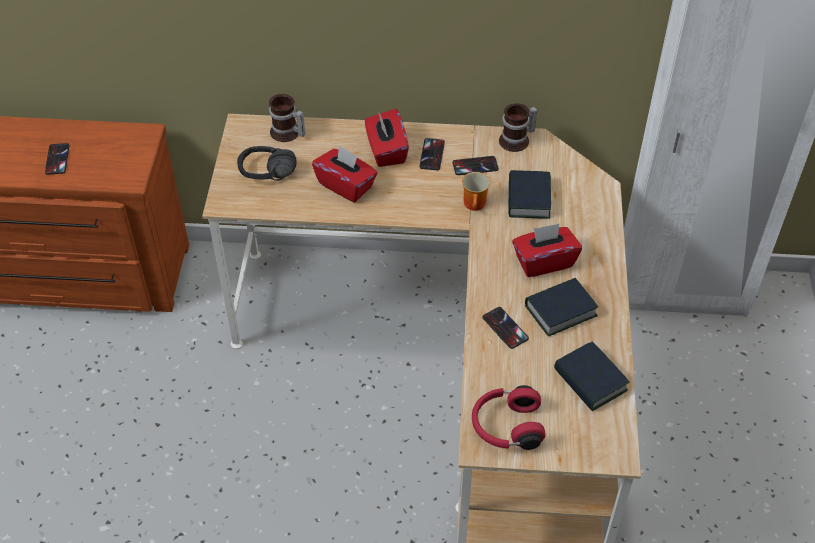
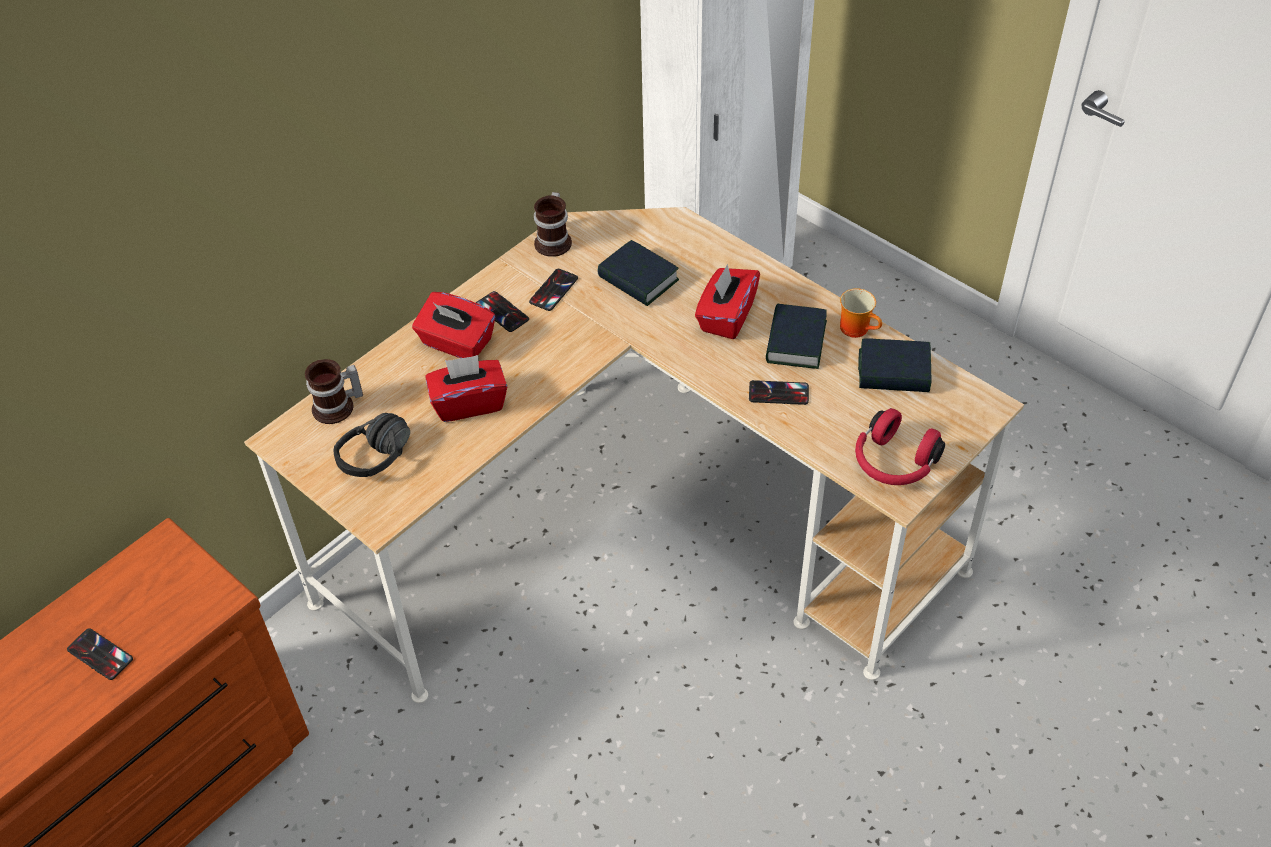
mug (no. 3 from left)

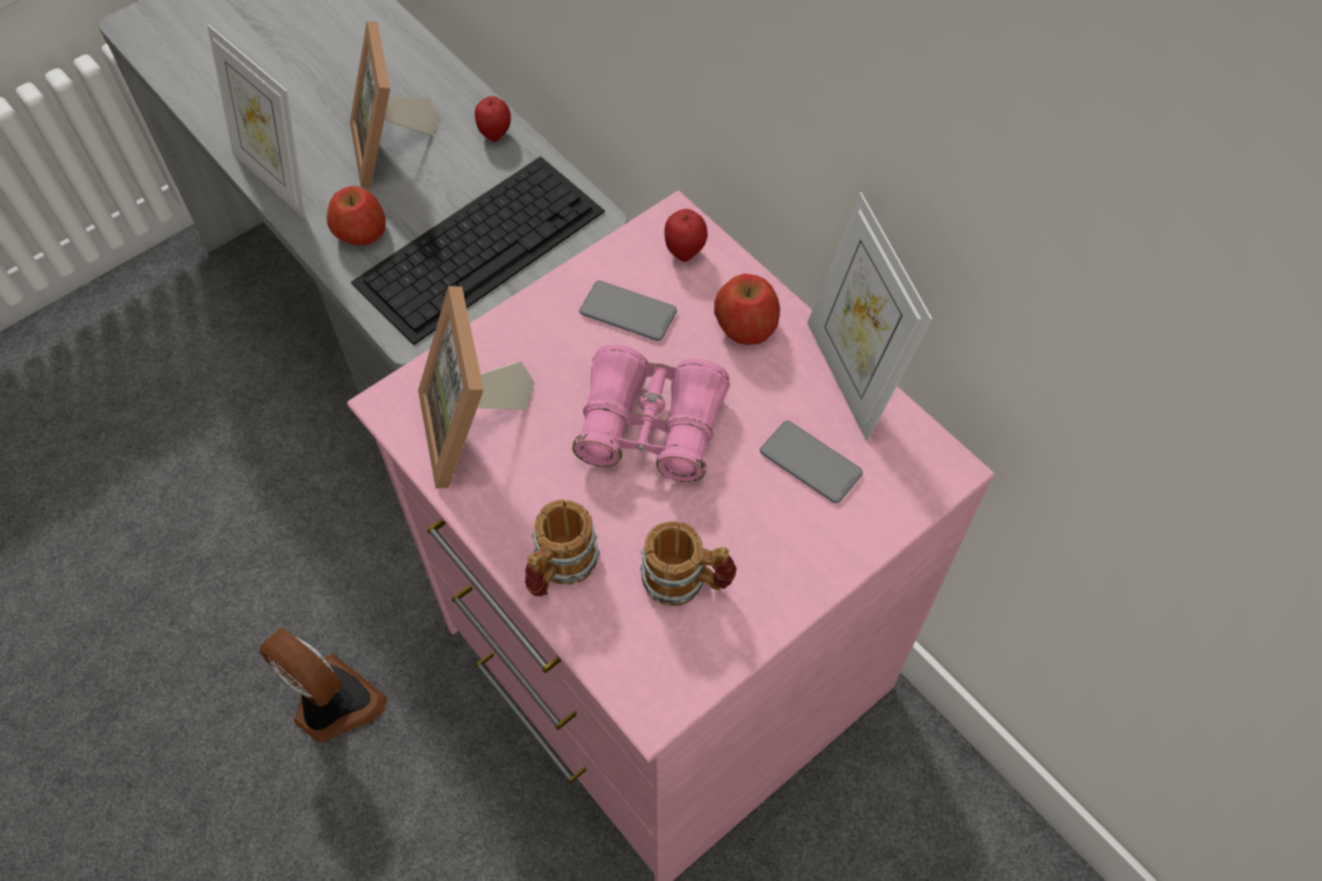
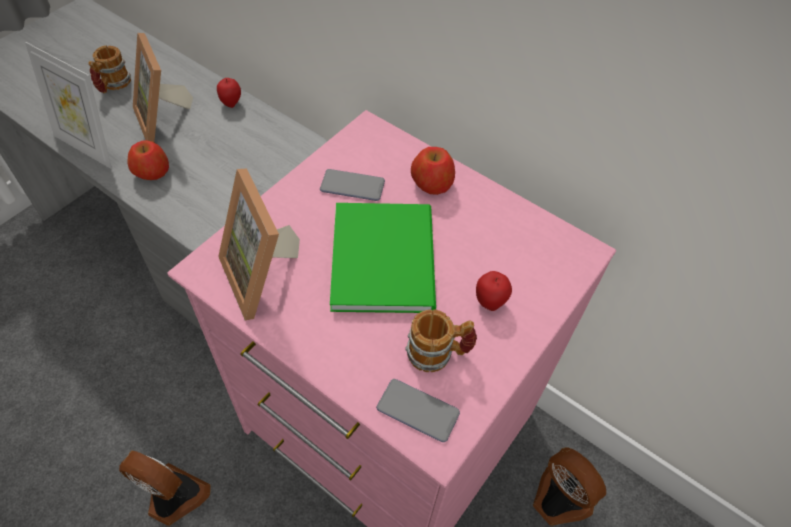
keyboard
mug (no. 1 from left)
green book
apple (no. 4 from left)
phone (no. 2 from left)
picture frame (no. 4 from left in the first image)
fan (no. 2 from left)

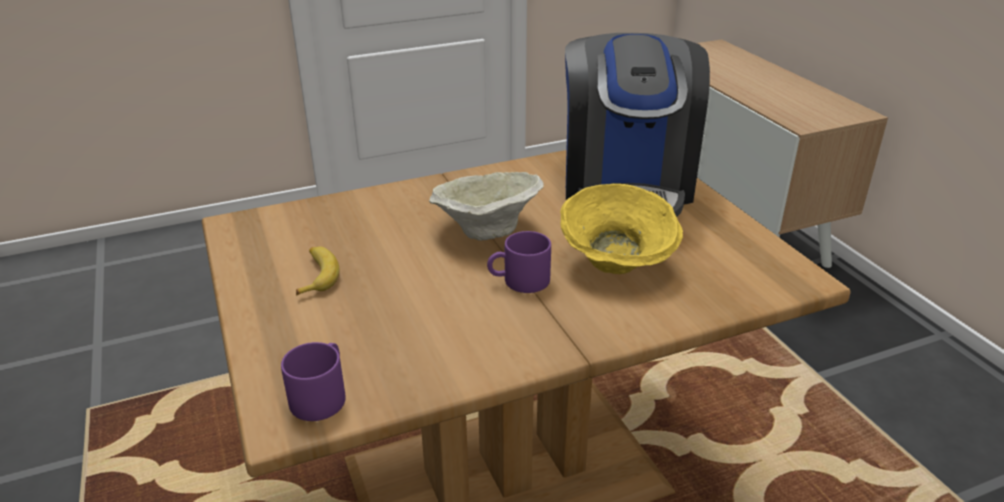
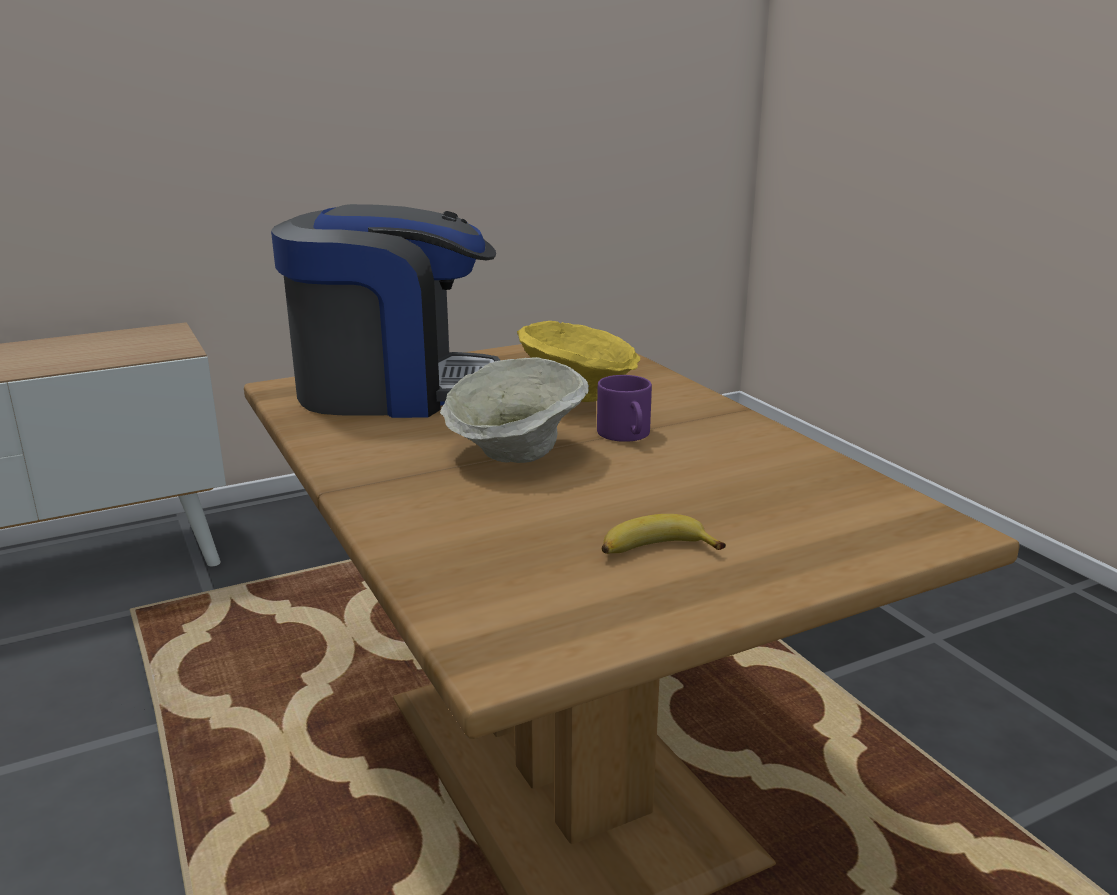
purple mug (no. 1 from left in the first image)

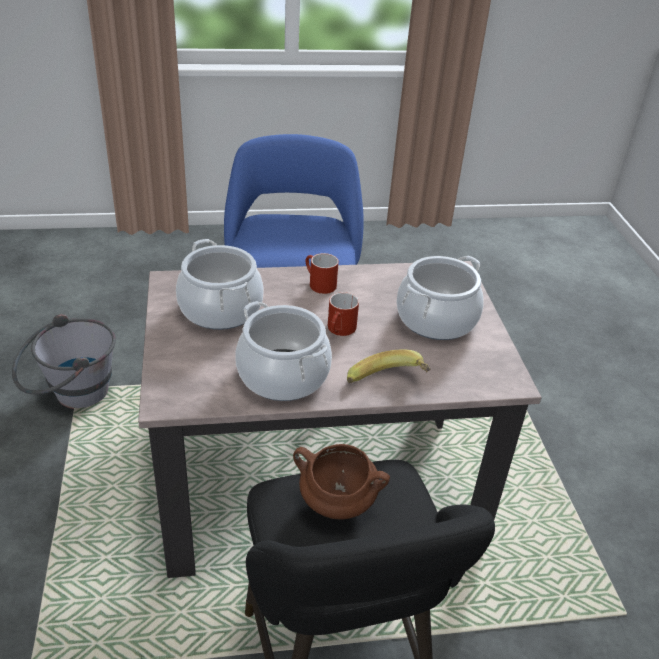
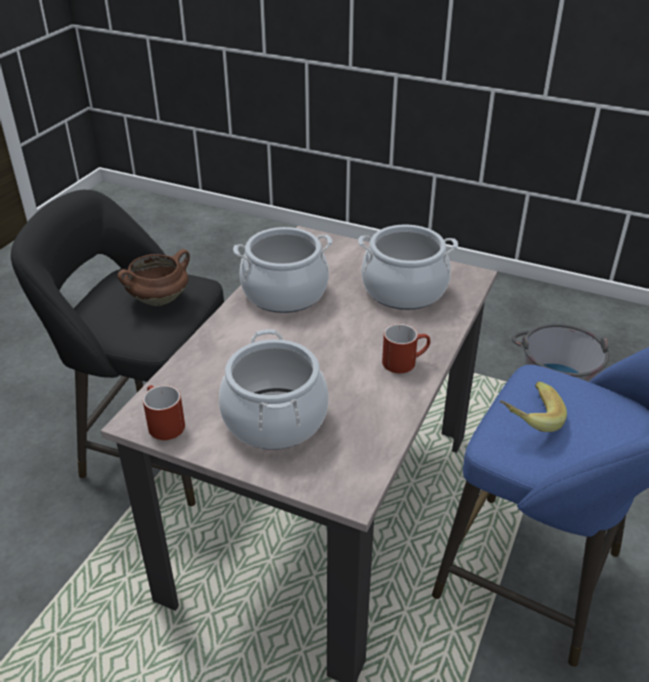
red mug (no. 1 from left)
banana

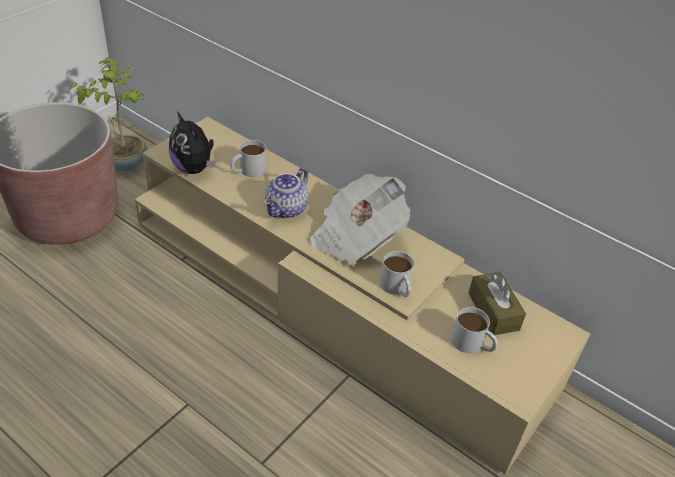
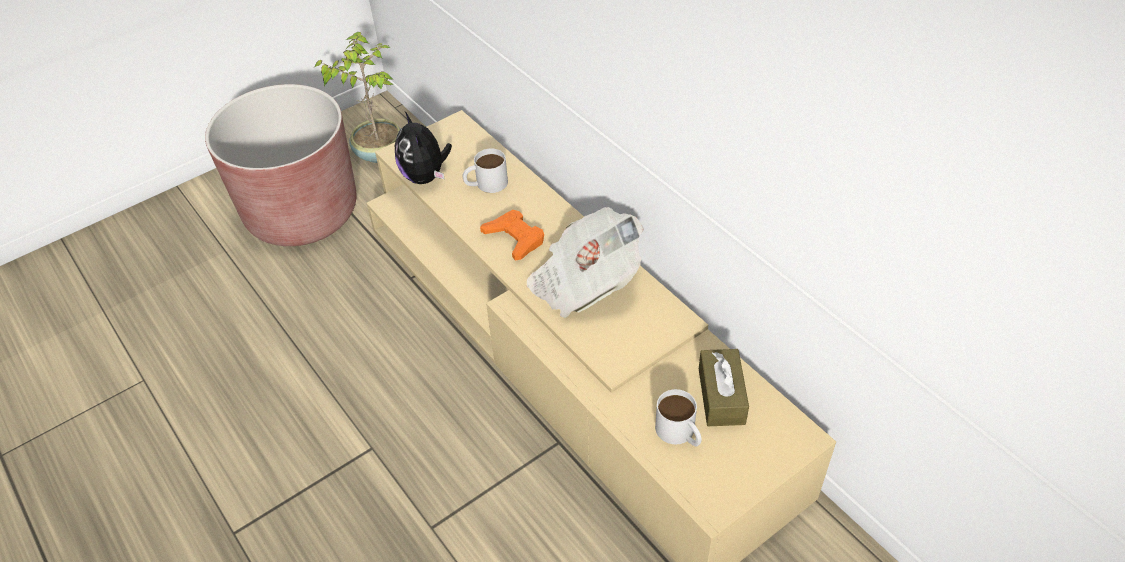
orange game controller
white mug (no. 2 from left in the first image)

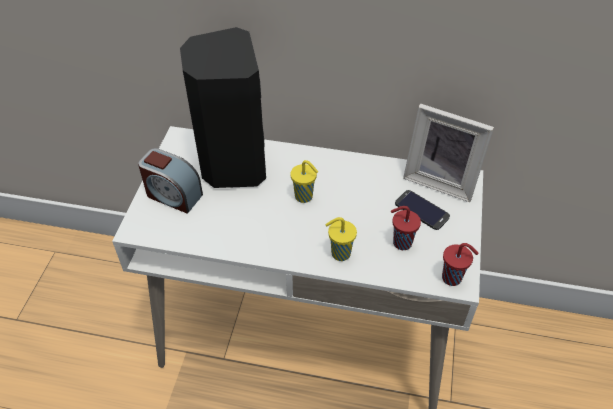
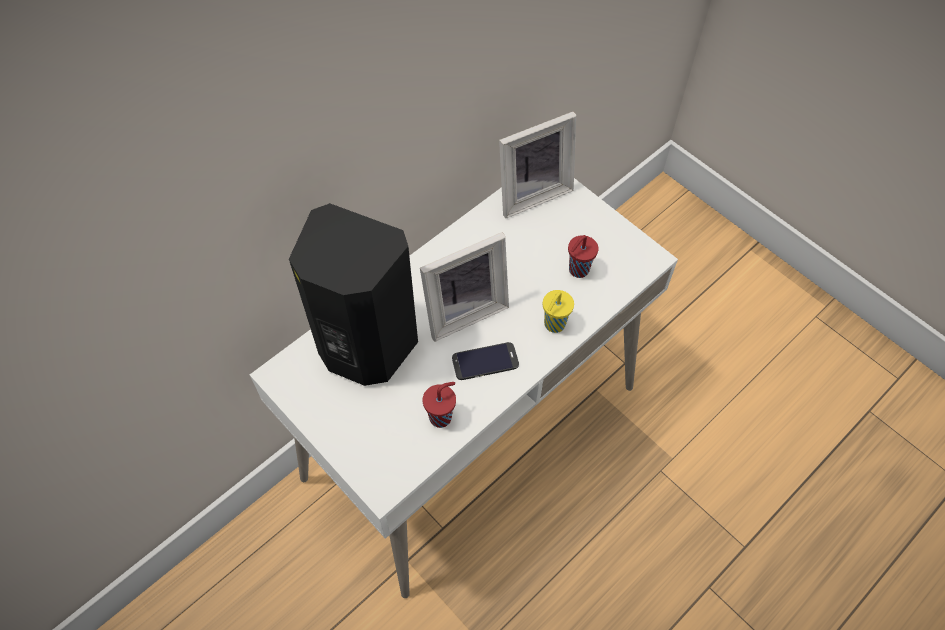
alarm clock
picture frame (no. 1 from left)
phone
red cup (no. 1 from left)

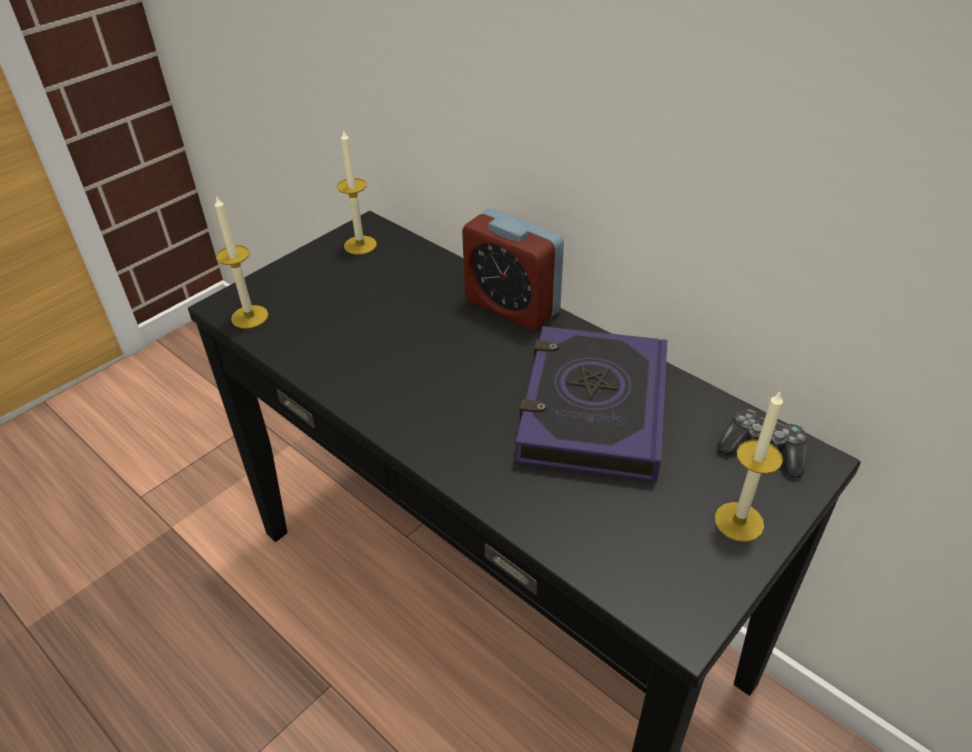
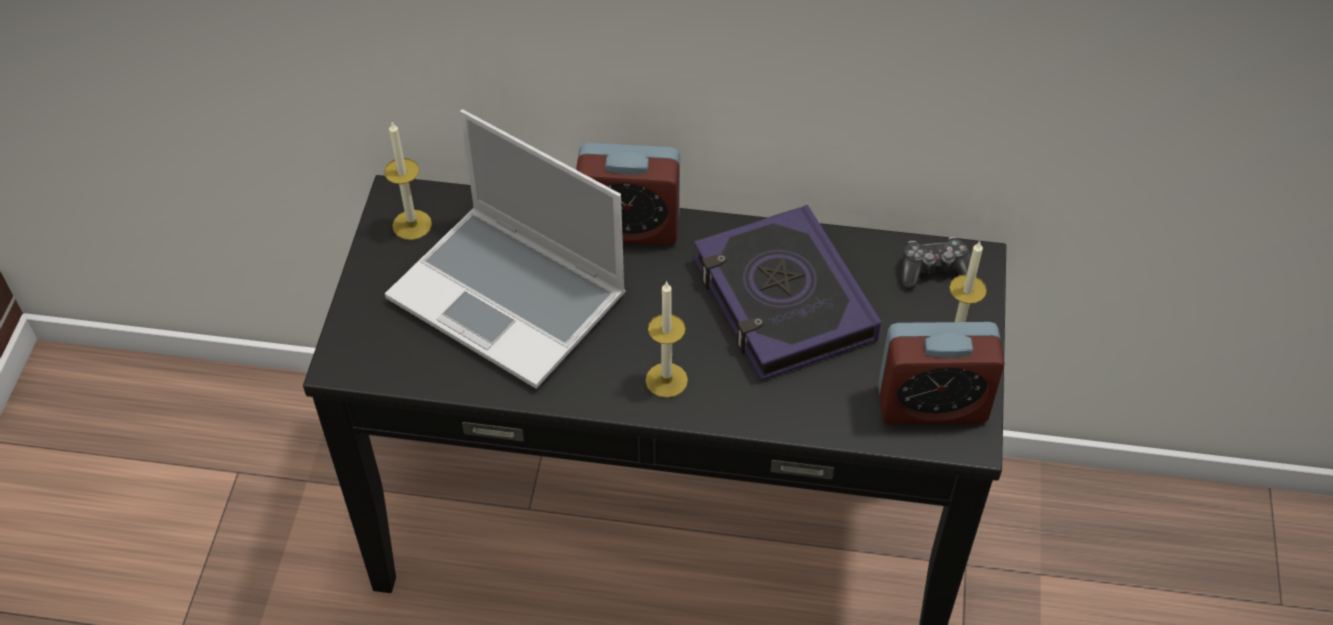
candle (no. 2 from left)
laptop
alarm clock (no. 2 from left)

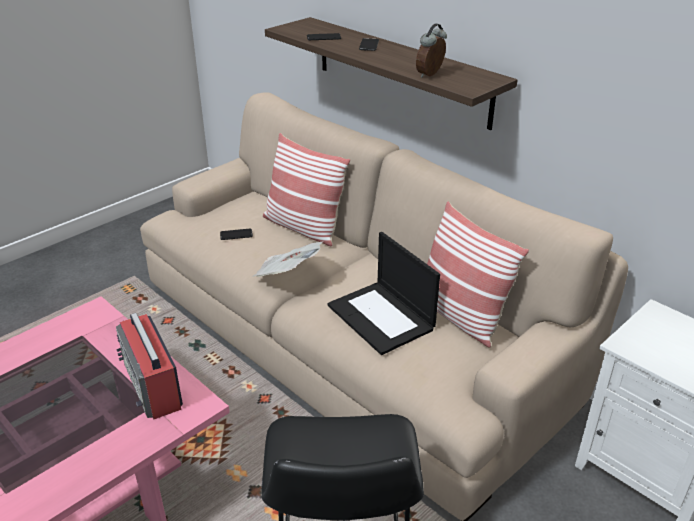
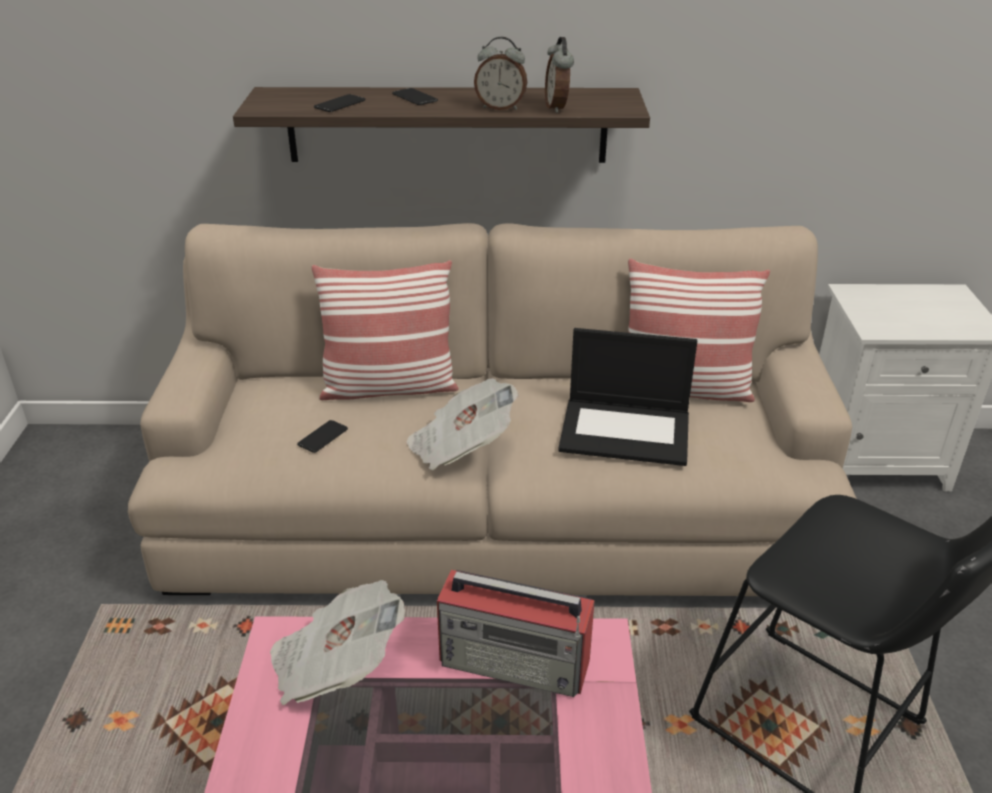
newspaper (no. 1 from left)
alarm clock (no. 1 from left)

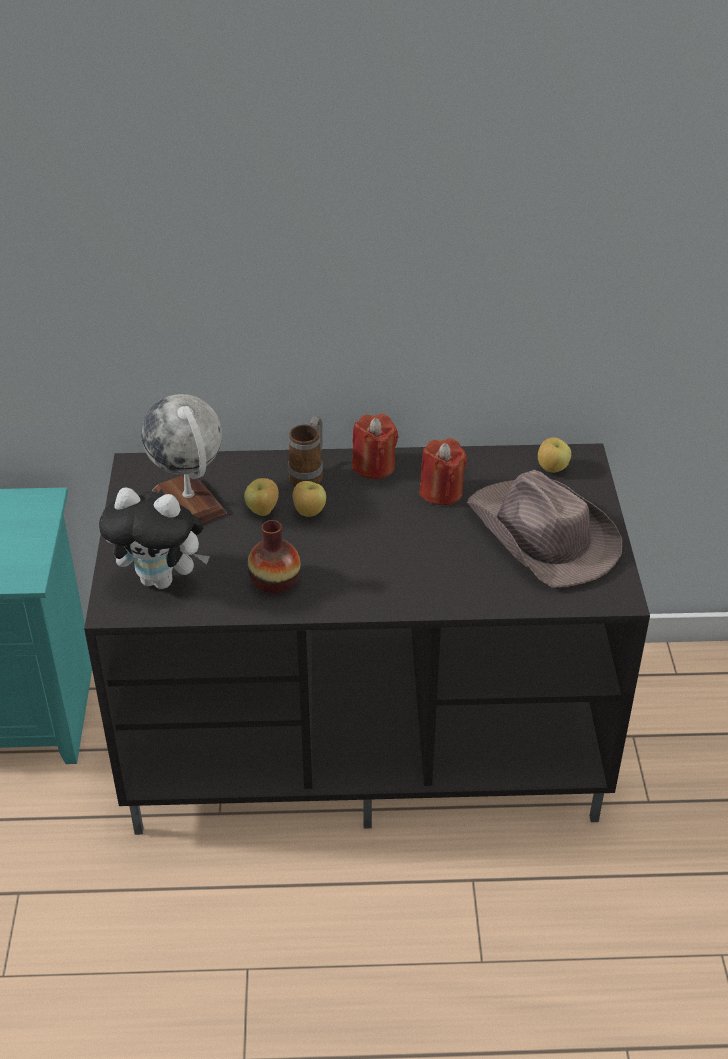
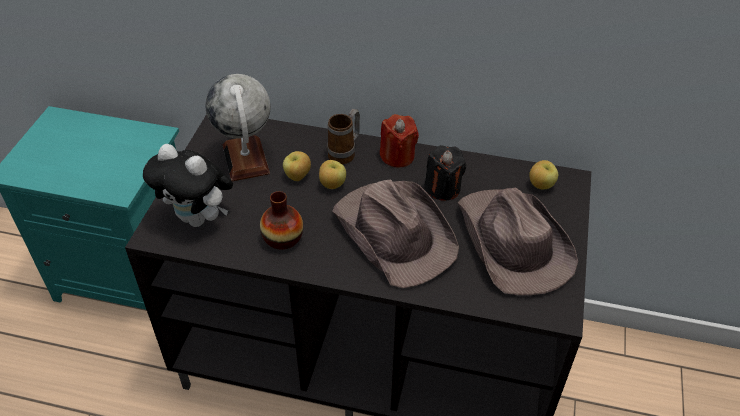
black candle
brown hat (no. 1 from left)

